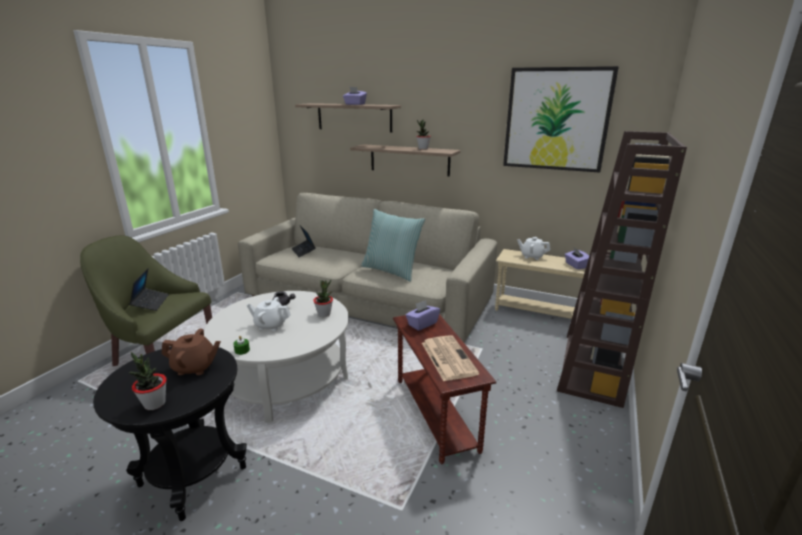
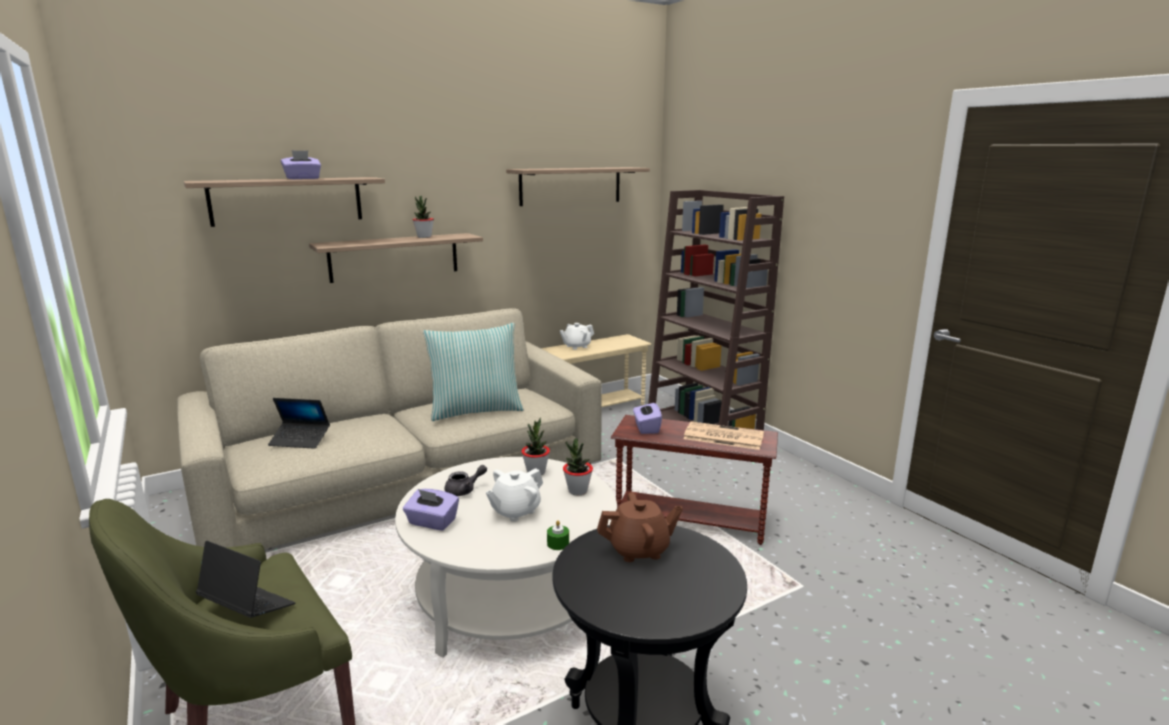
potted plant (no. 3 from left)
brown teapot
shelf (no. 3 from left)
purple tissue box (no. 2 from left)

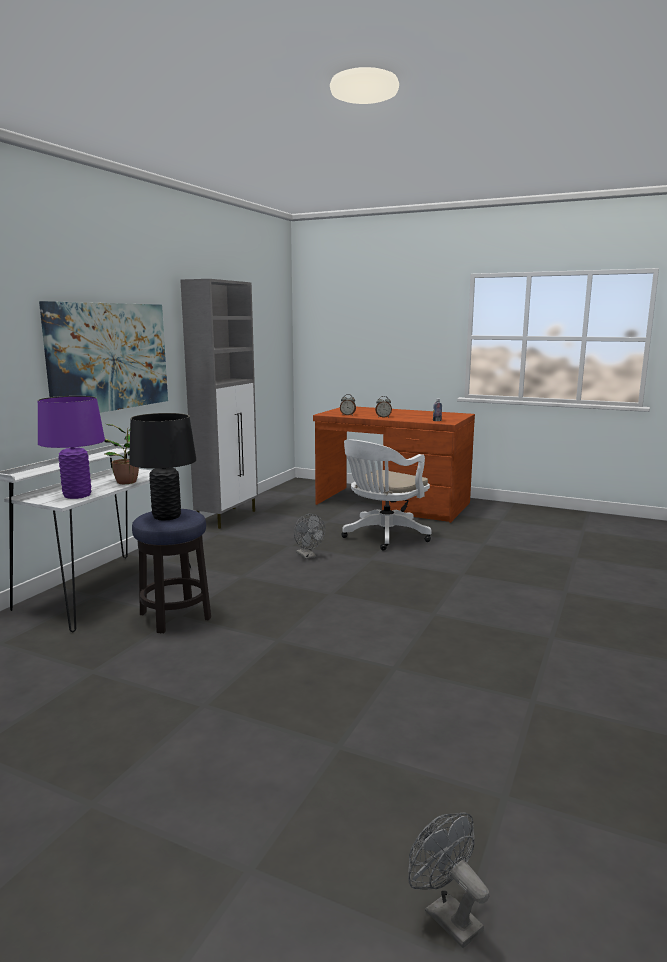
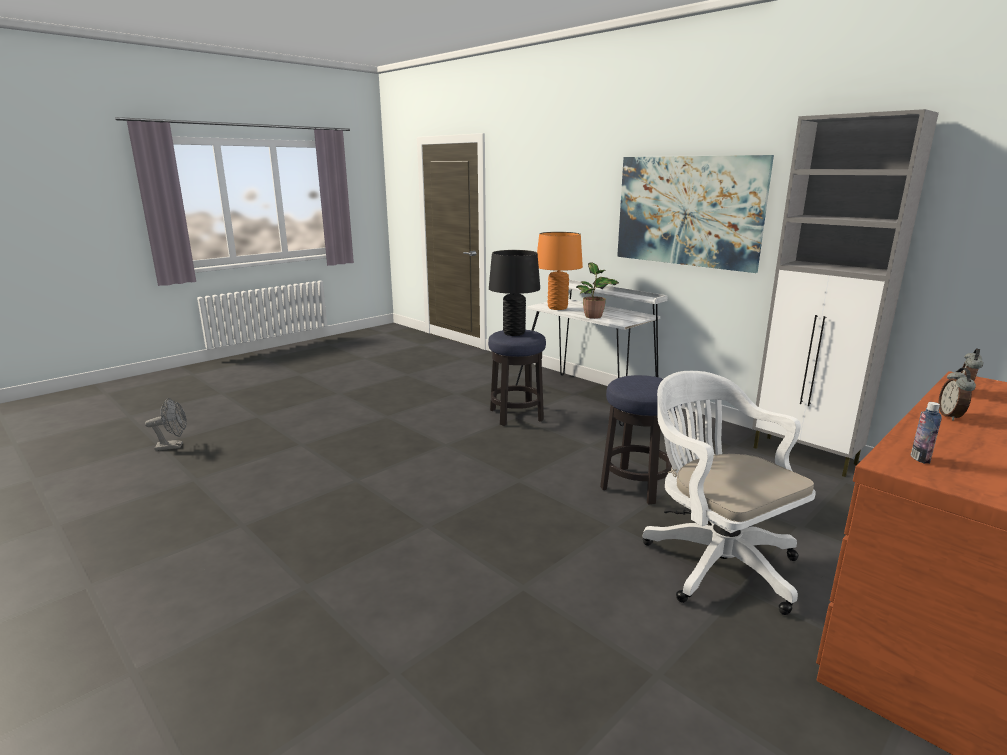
orange table lamp
stool (no. 2 from left)

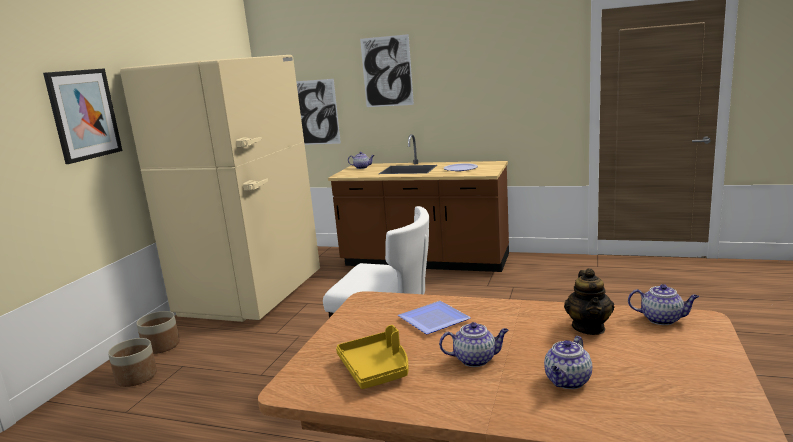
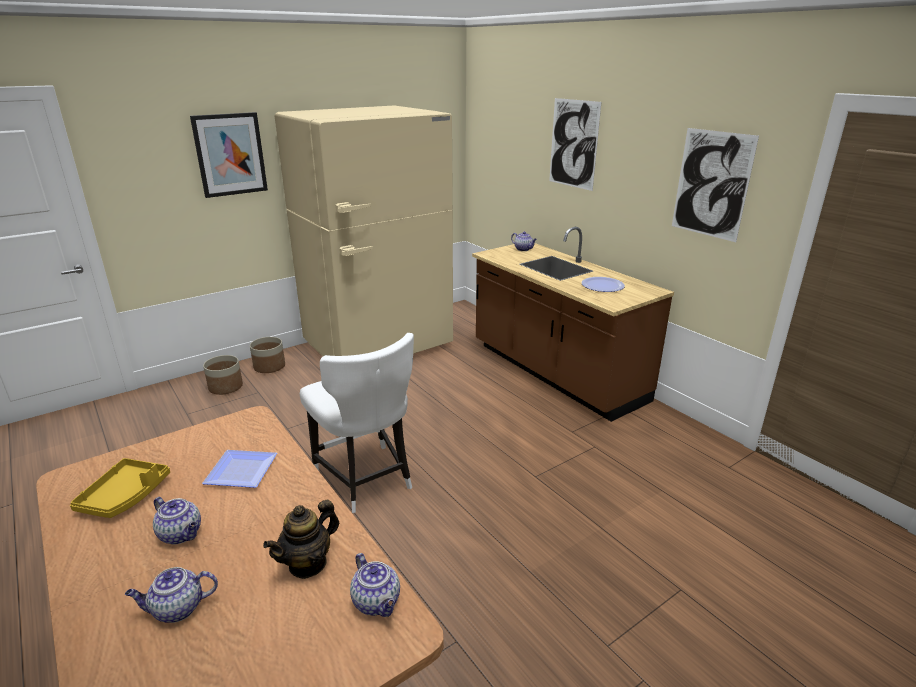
picture (no. 3 from left)

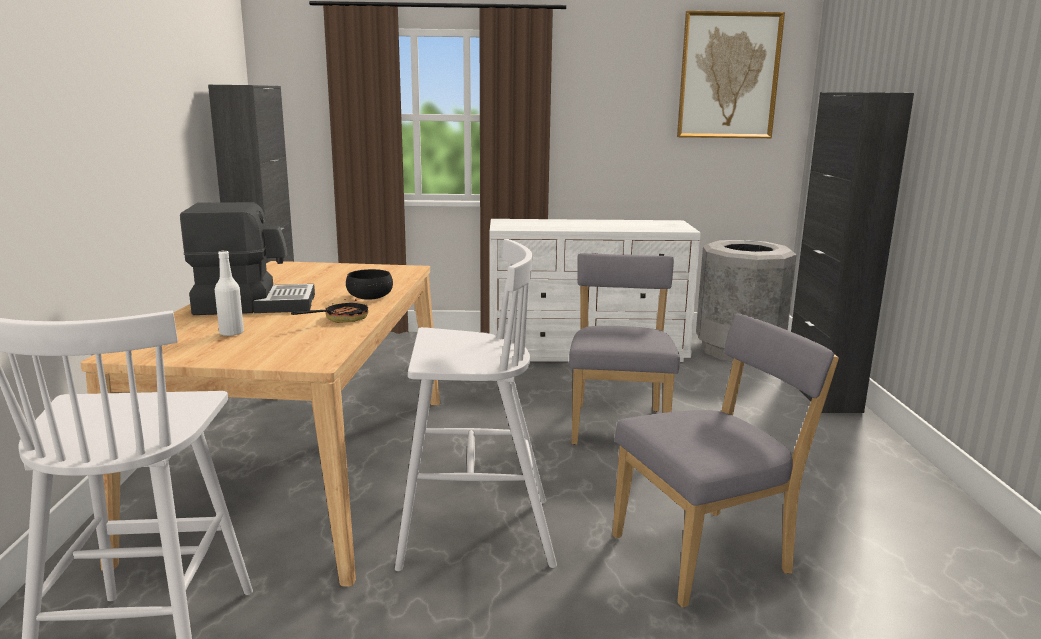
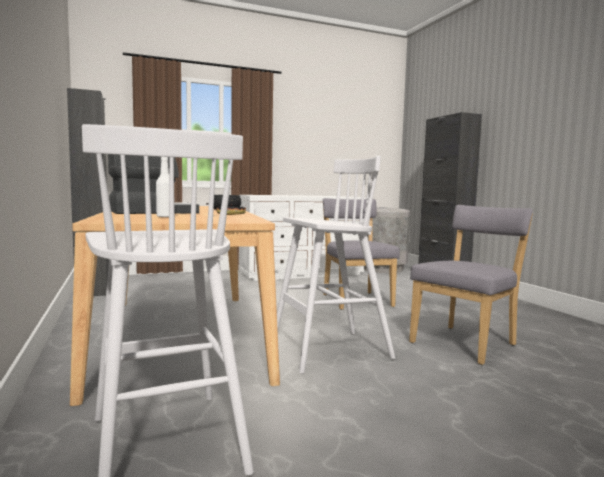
picture

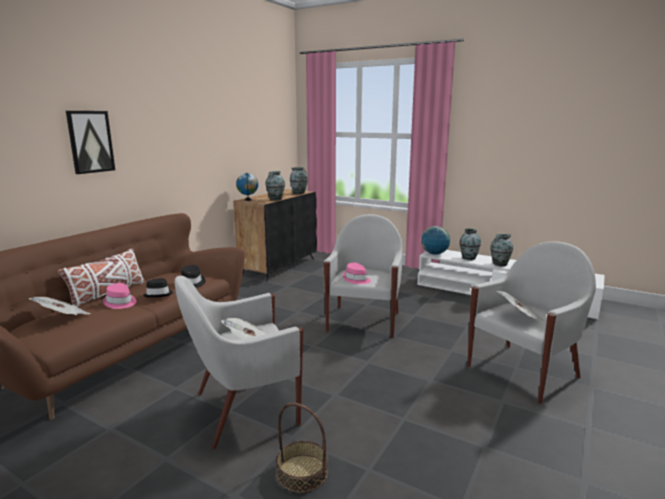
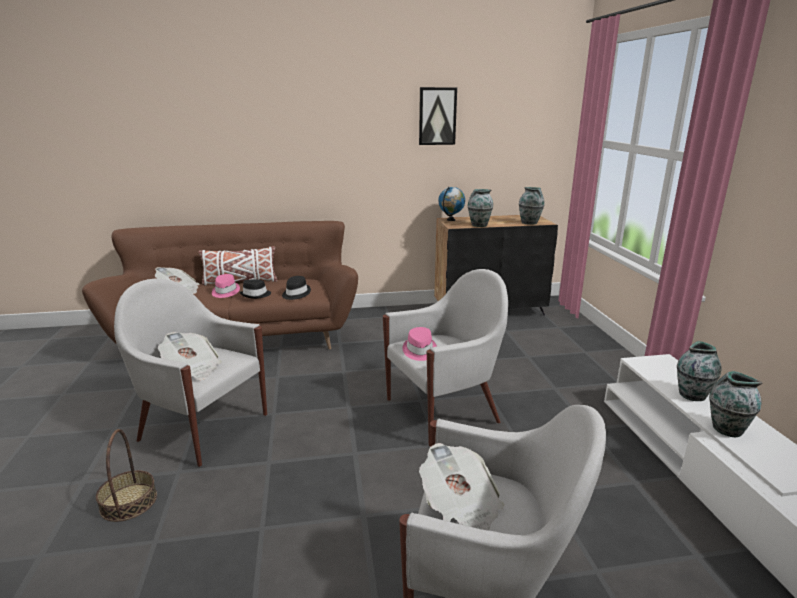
picture
globe (no. 2 from left in the first image)

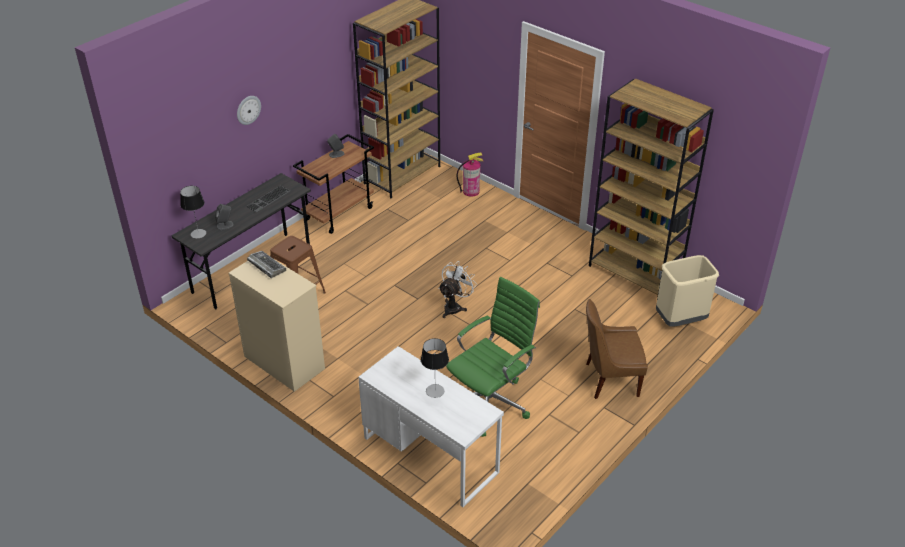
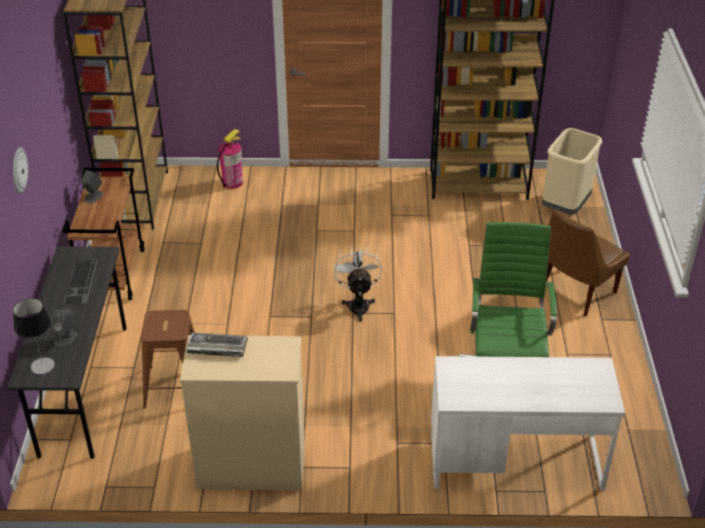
table lamp (no. 2 from left in the first image)

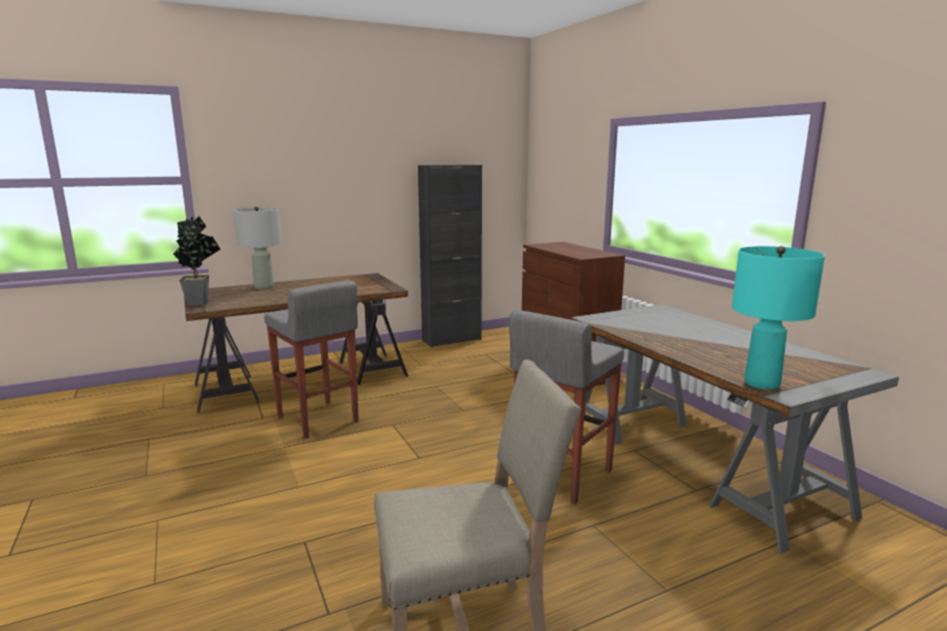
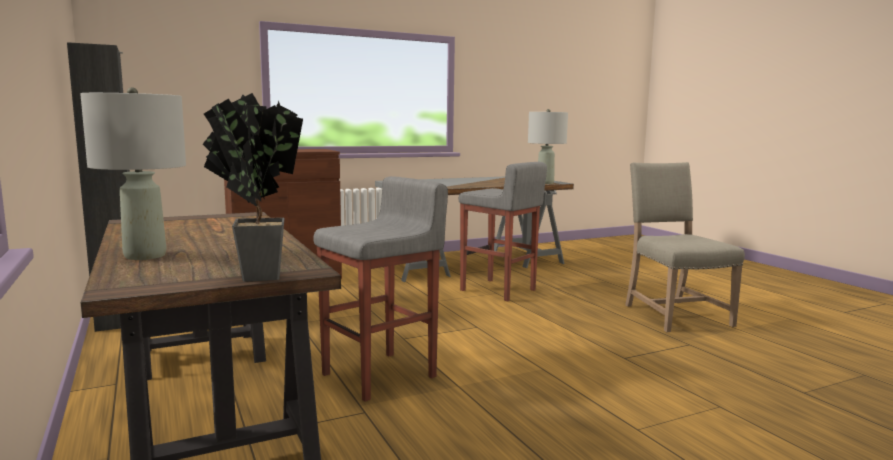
grey table lamp (no. 2 from left)

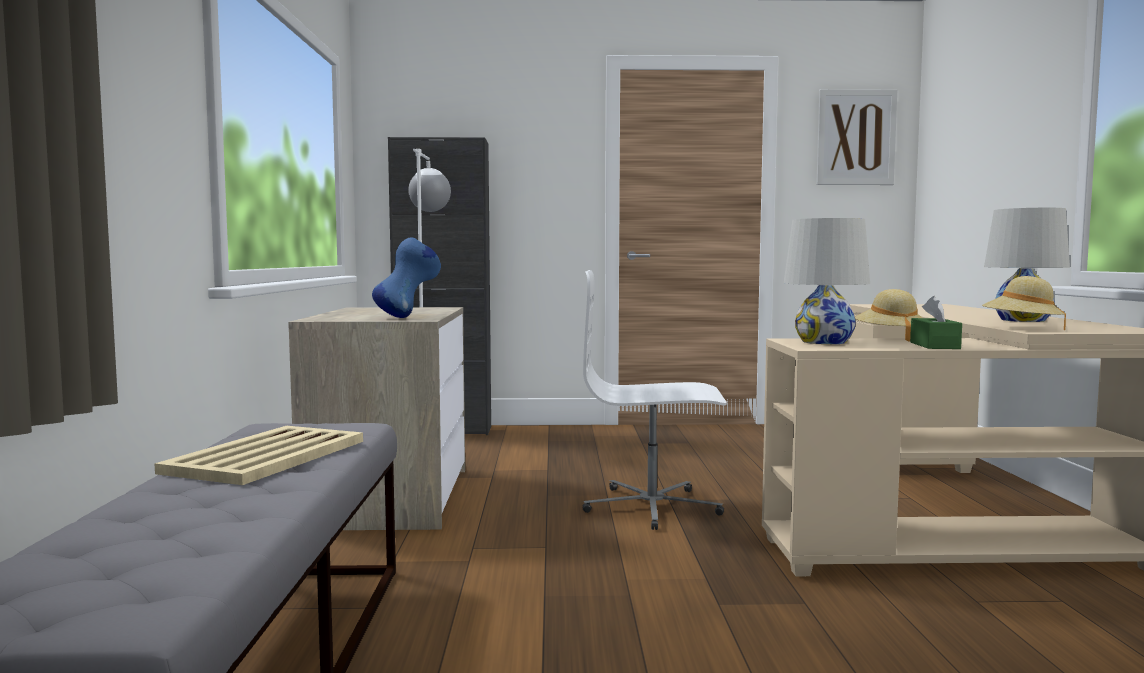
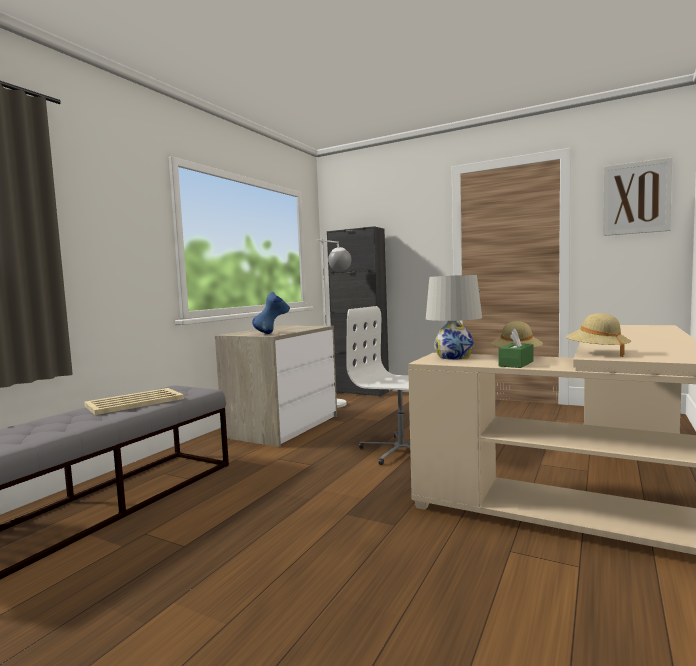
white table lamp (no. 2 from left in the first image)

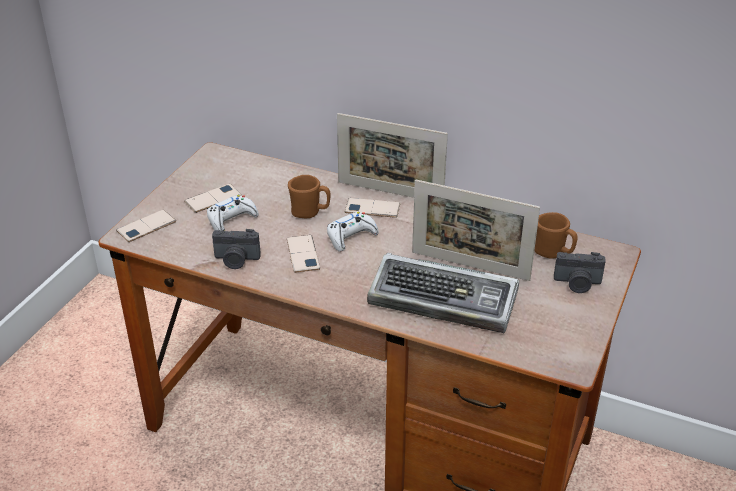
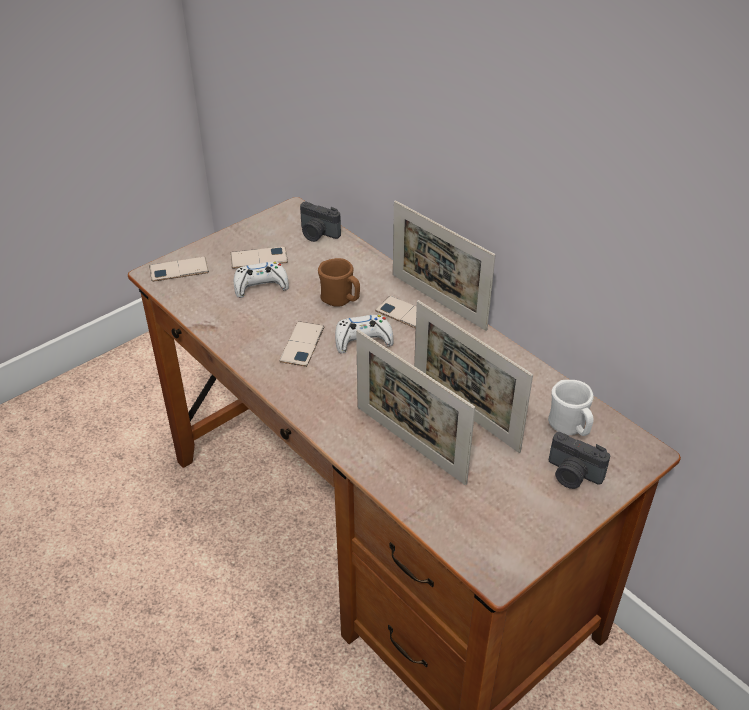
photo camera (no. 1 from left)
picture frame (no. 1 from left)
white mug

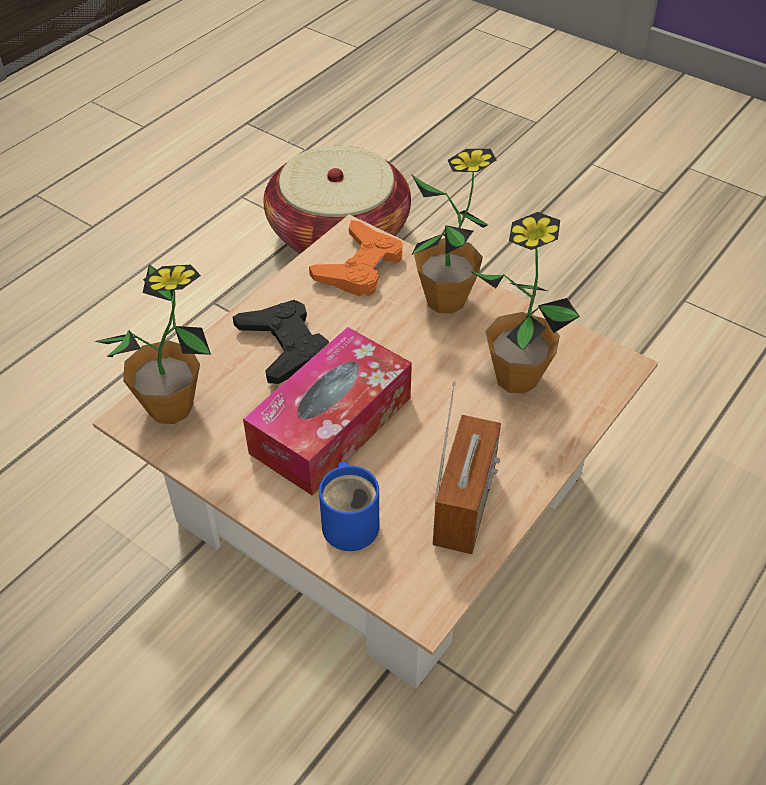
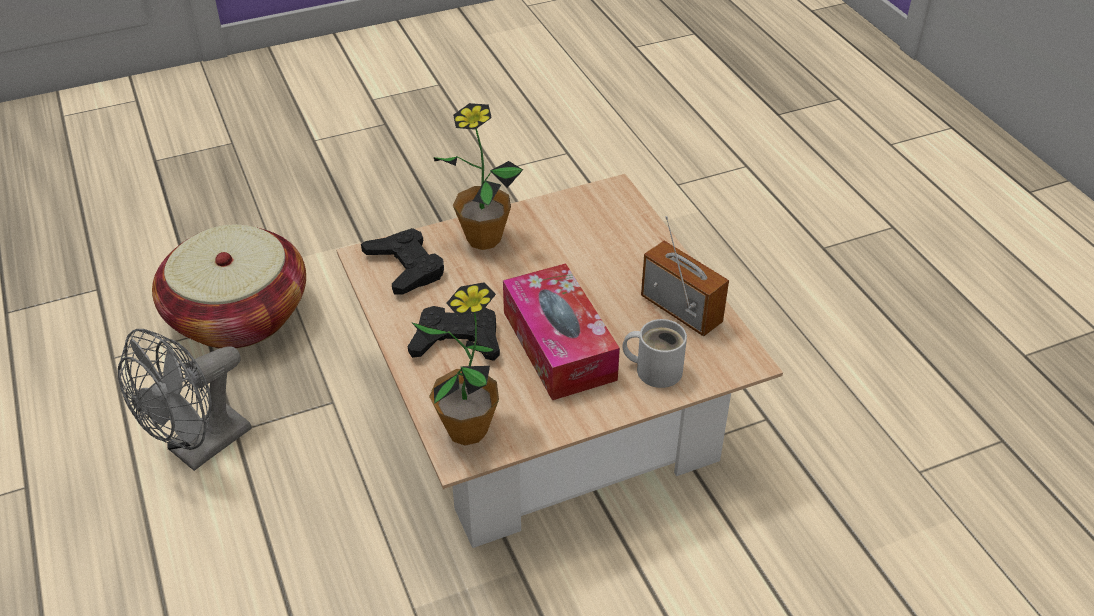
black game controller (no. 1 from left)
white mug
potted plant (no. 3 from left in the first image)
grey fan

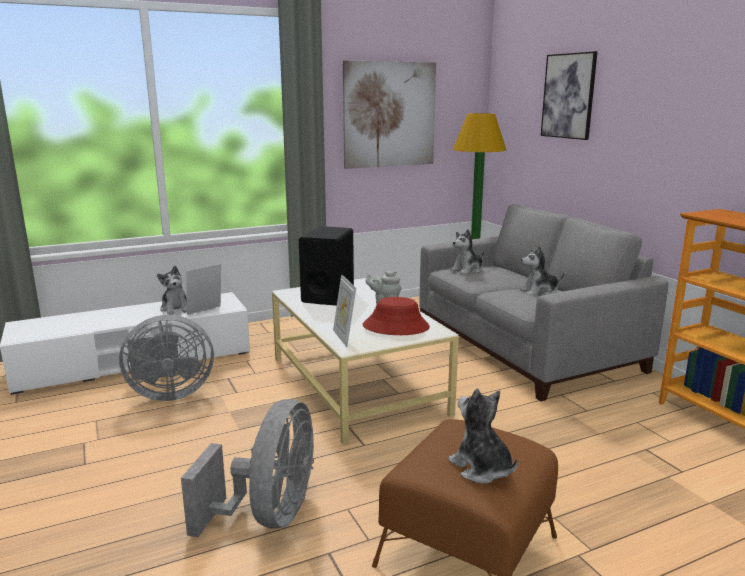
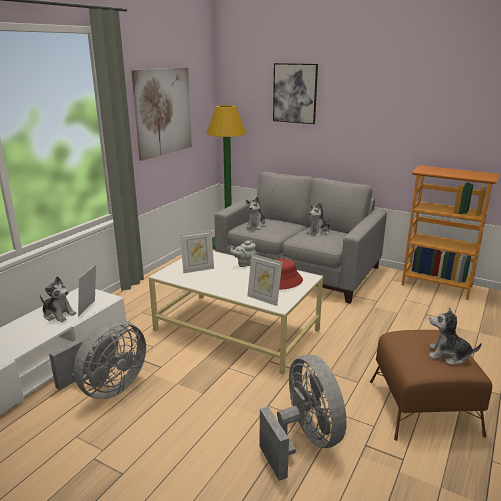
picture frame (no. 2 from left)

